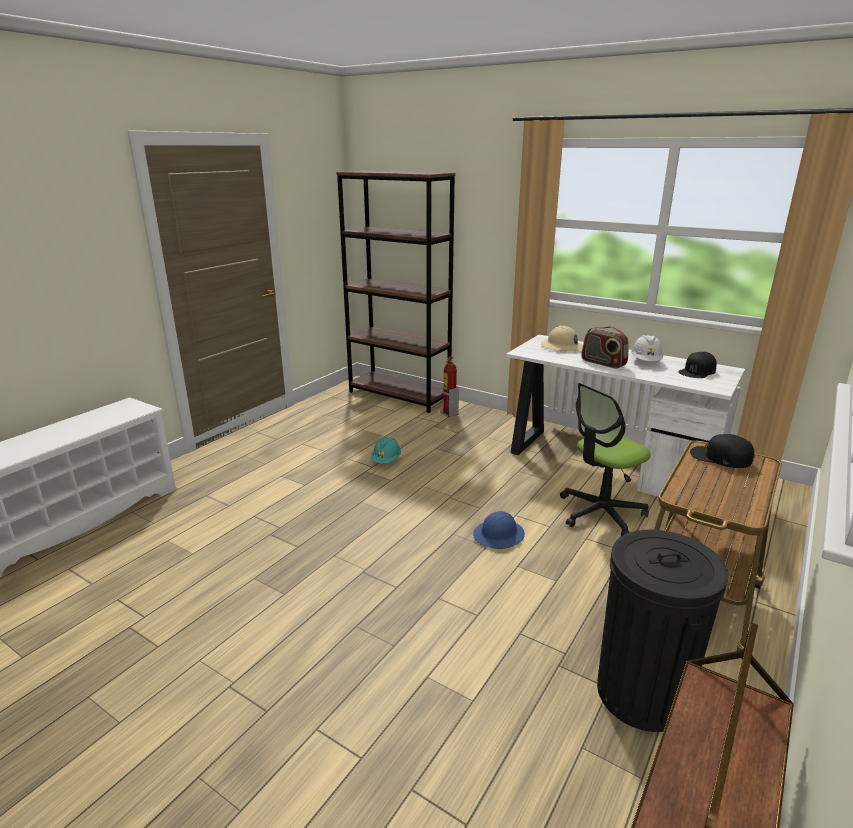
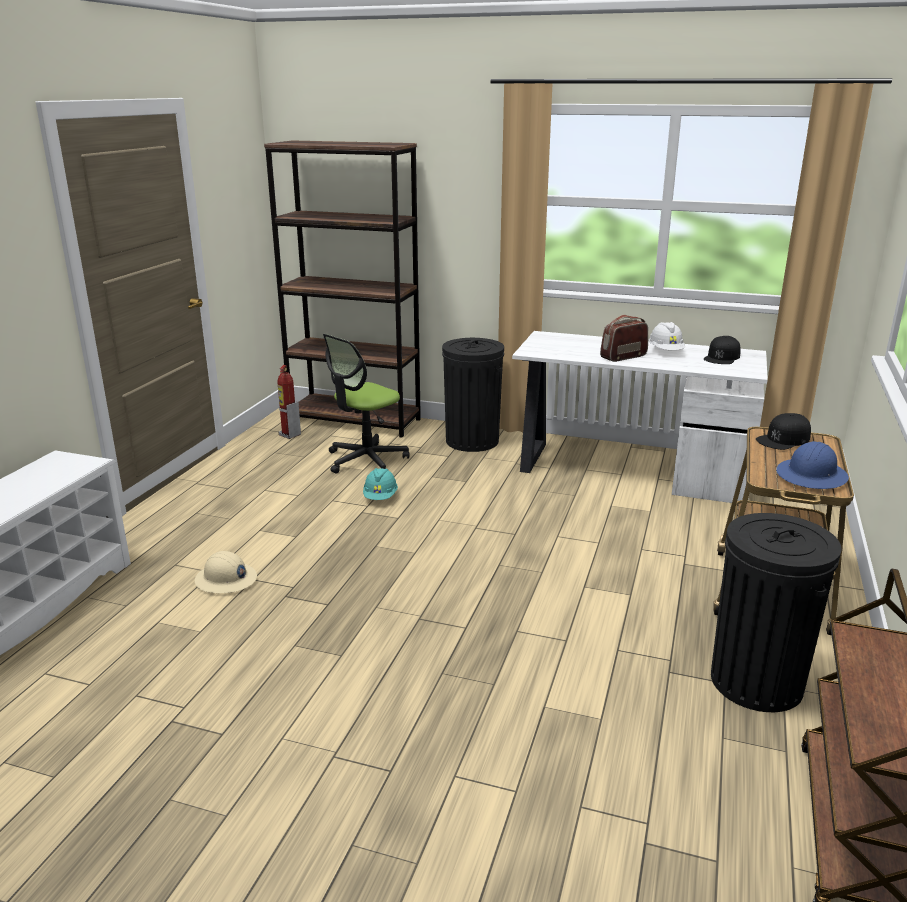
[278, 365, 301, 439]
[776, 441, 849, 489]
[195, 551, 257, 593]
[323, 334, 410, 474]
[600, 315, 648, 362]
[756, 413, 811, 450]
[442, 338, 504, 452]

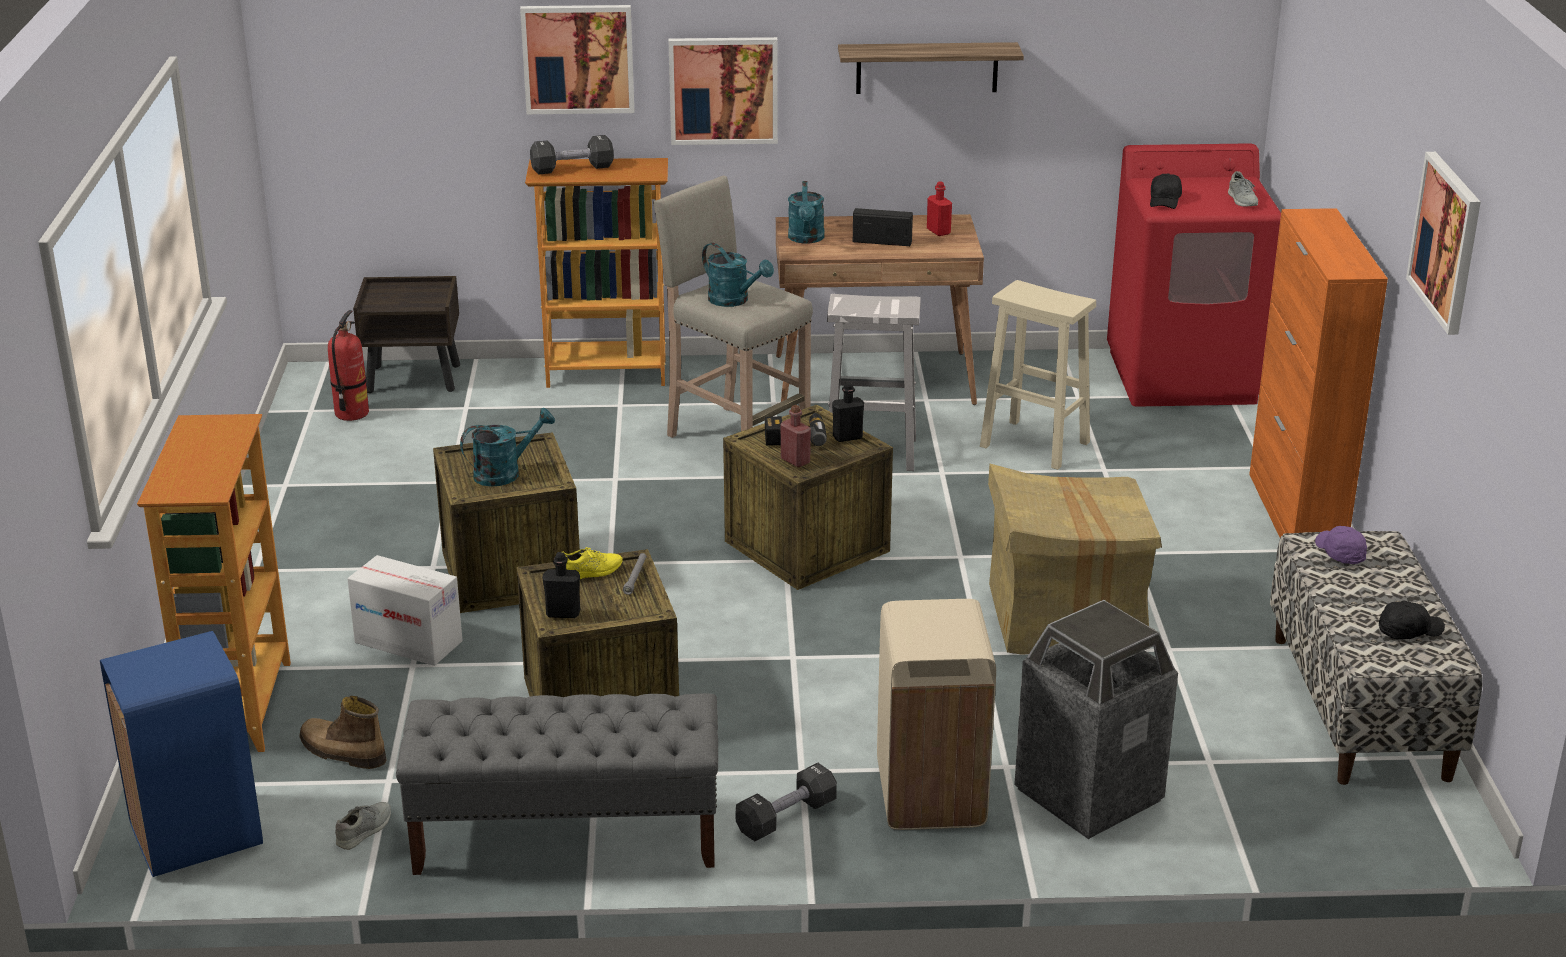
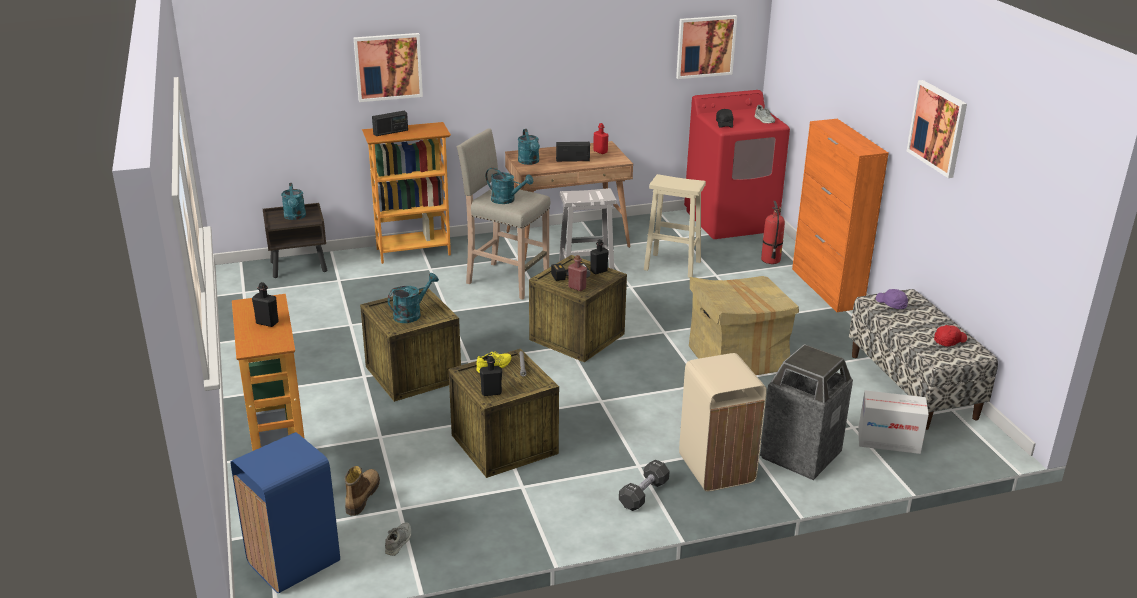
[345, 466, 380, 516]
[761, 201, 785, 264]
[858, 390, 929, 454]
[396, 693, 718, 875] (first image)
[372, 111, 408, 136]
[676, 15, 737, 79]
[838, 42, 1024, 94] (first image)
[934, 325, 967, 346]
[252, 282, 279, 327]
[281, 183, 306, 220]

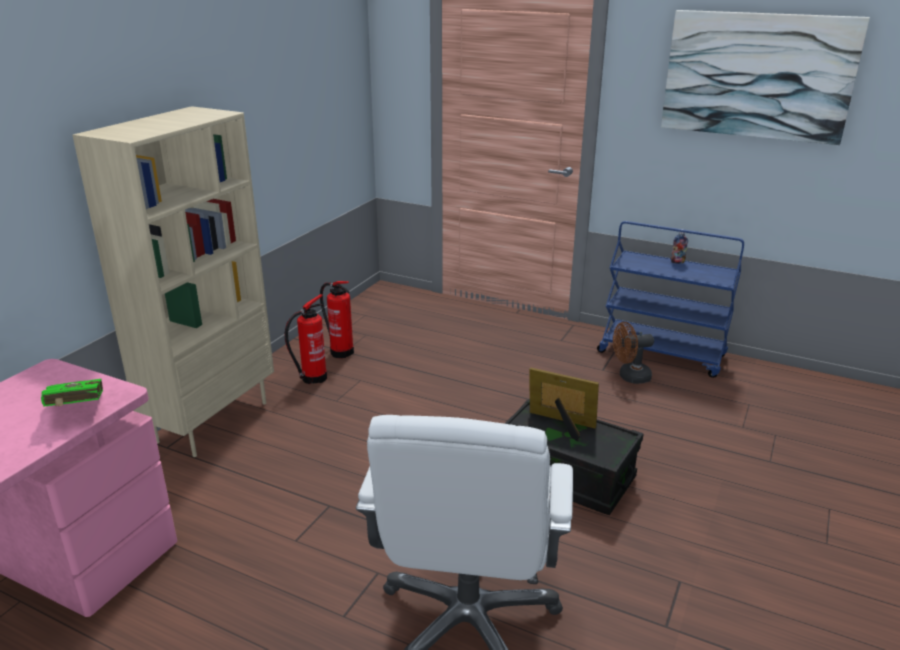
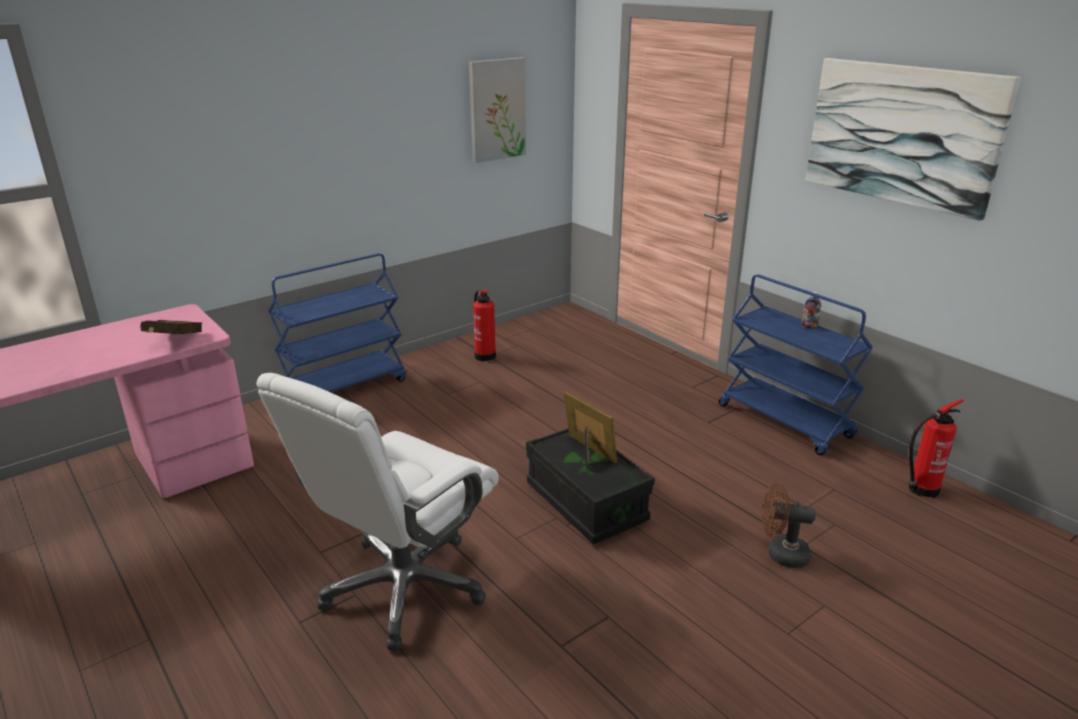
[140, 320, 202, 334]
[268, 253, 406, 392]
[909, 399, 964, 498]
[761, 483, 816, 568]
[469, 57, 526, 163]

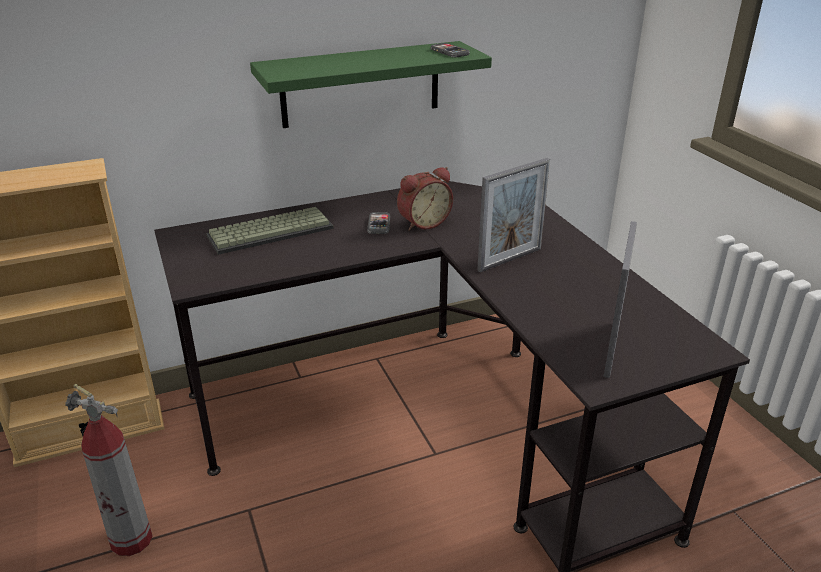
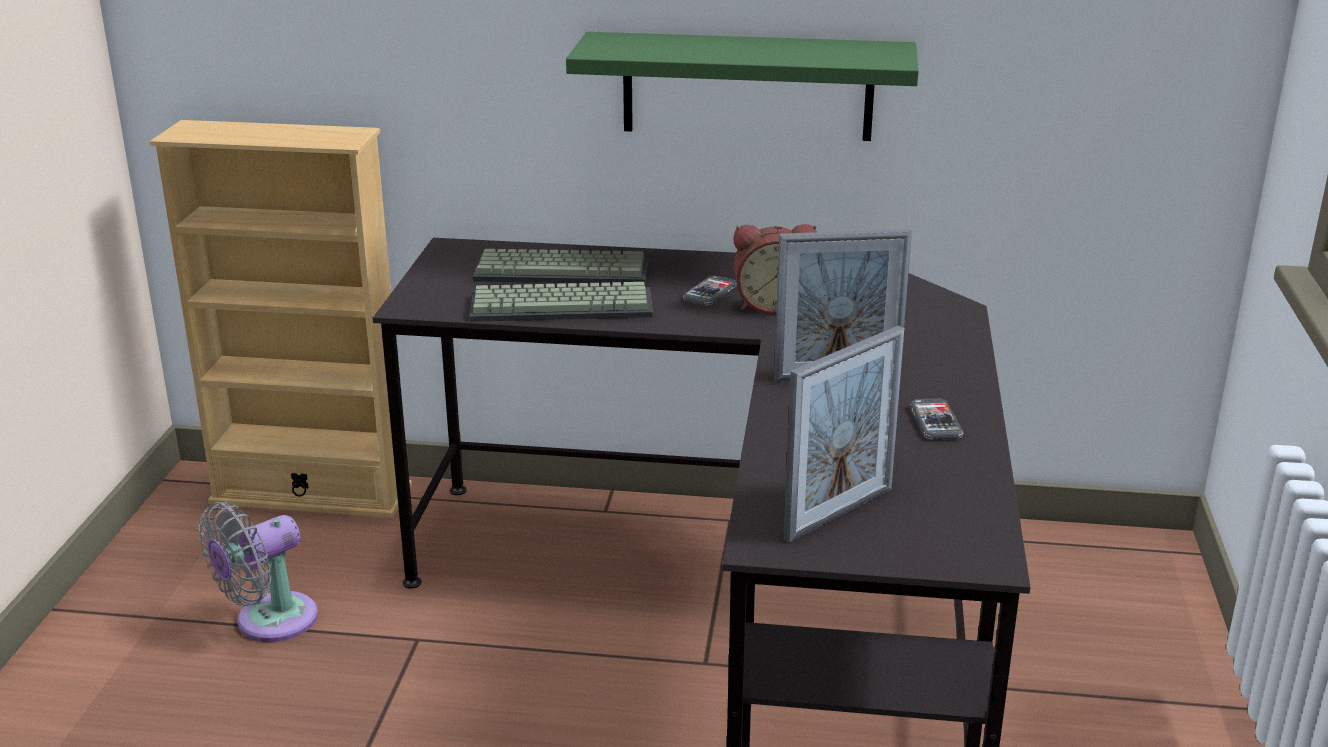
[198, 502, 318, 642]
[910, 398, 964, 440]
[469, 282, 653, 322]

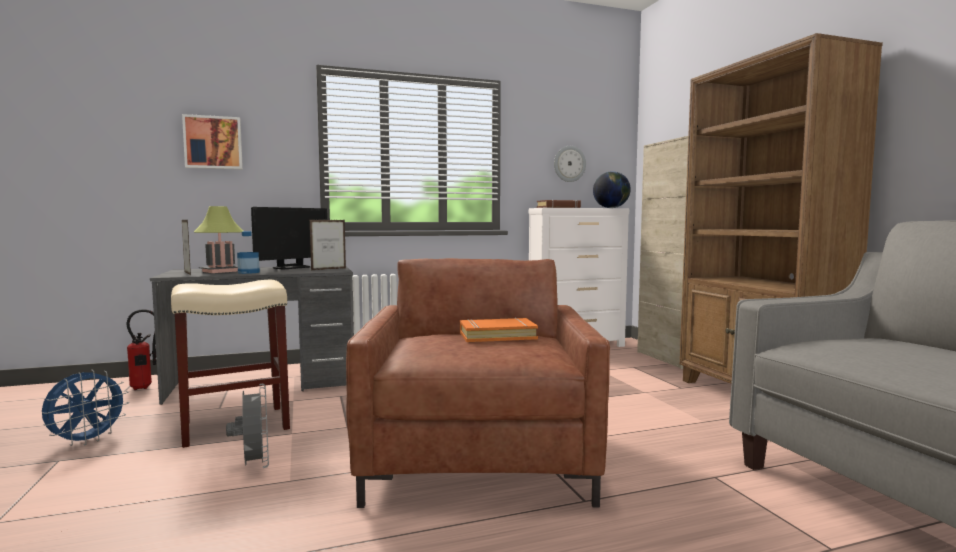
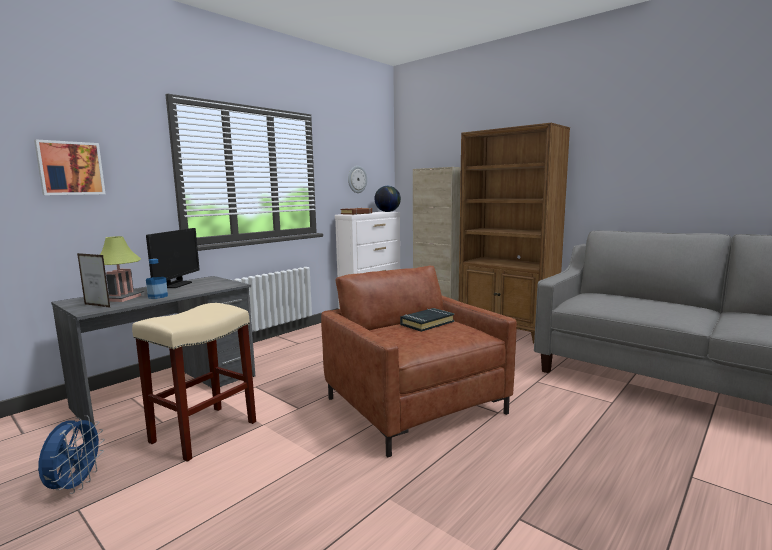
[127, 309, 156, 390] (first image)
[226, 384, 269, 468] (first image)
[310, 220, 346, 270] (first image)
[400, 308, 454, 332]

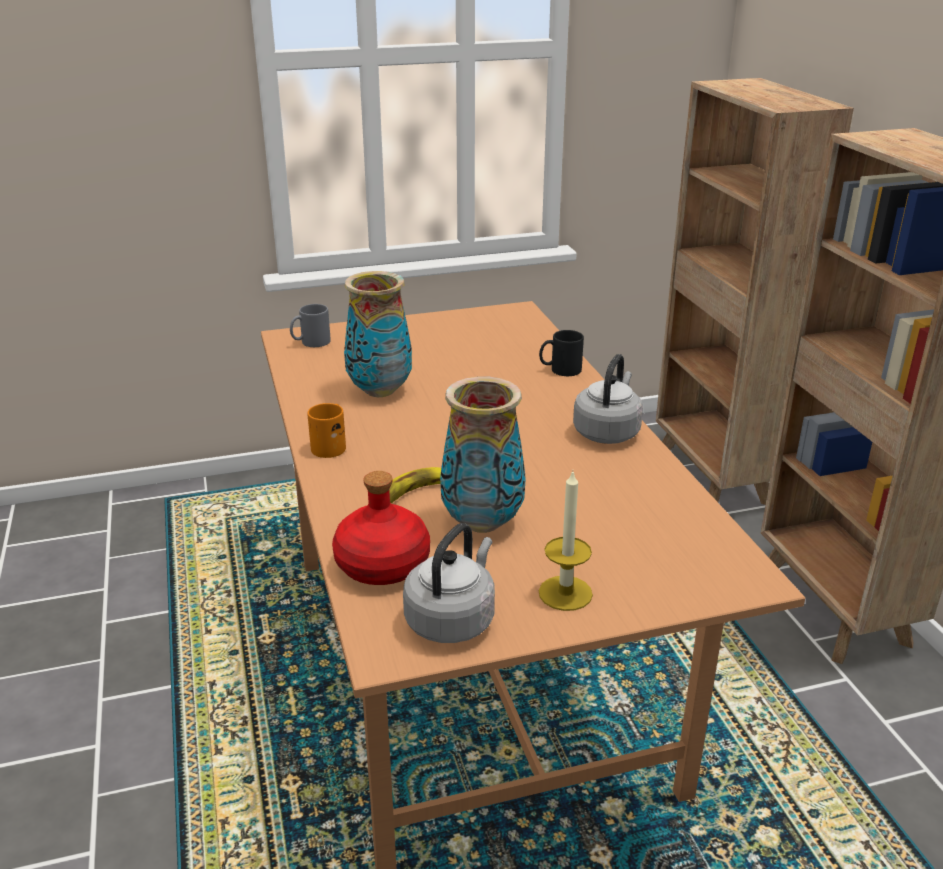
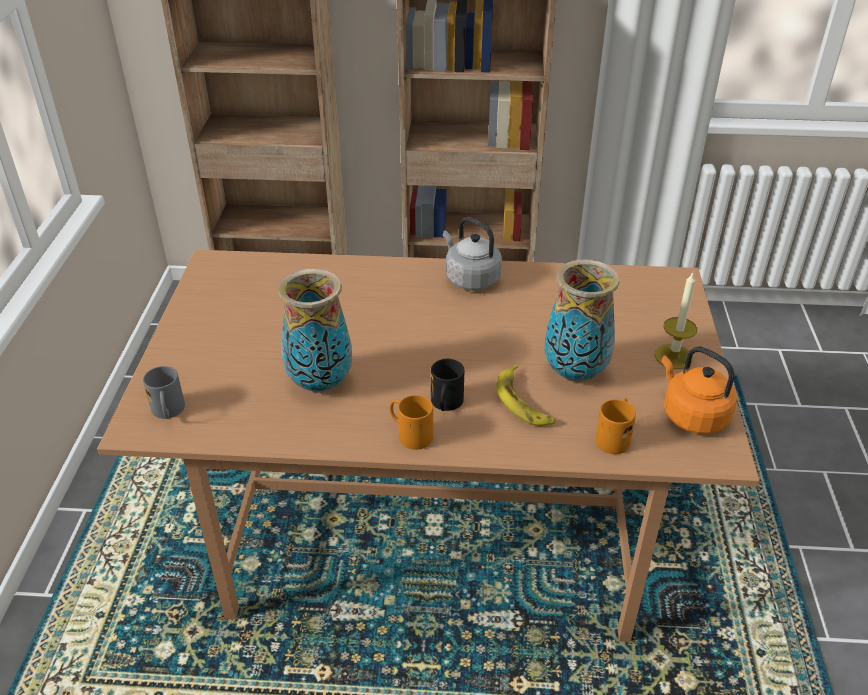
[595, 398, 636, 454]
[661, 347, 737, 434]
[431, 359, 464, 411]

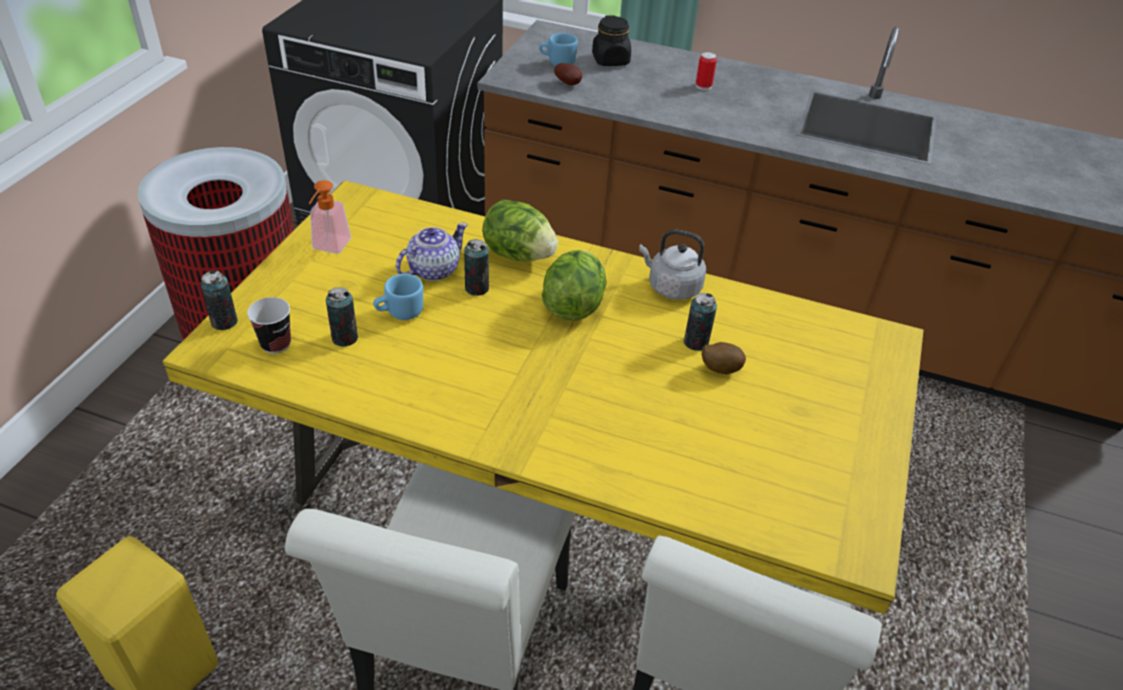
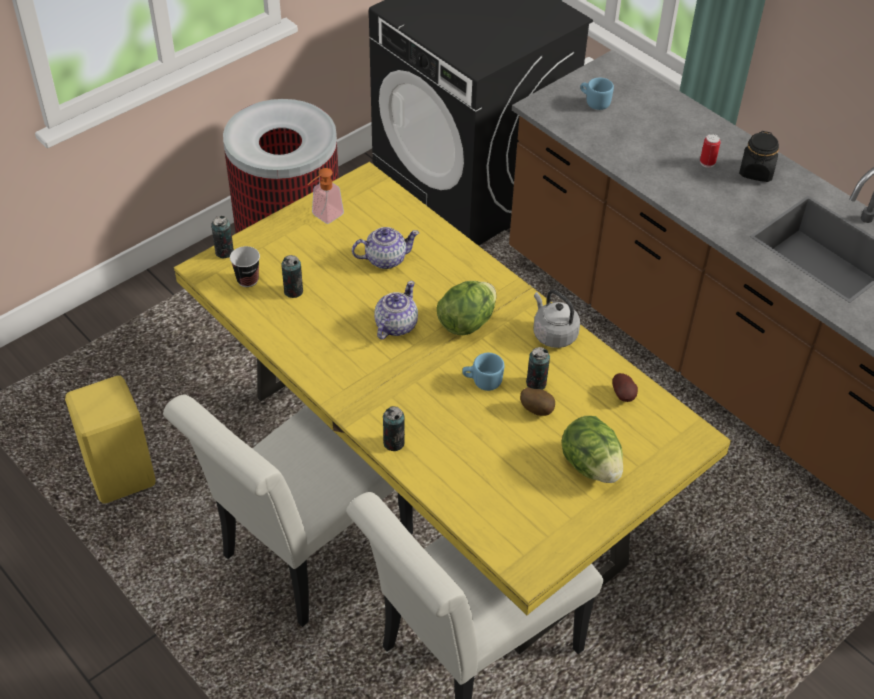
[462, 353, 504, 391]
[383, 406, 405, 451]
[561, 416, 623, 483]
[612, 373, 638, 402]
[739, 131, 779, 182]
[374, 281, 418, 339]

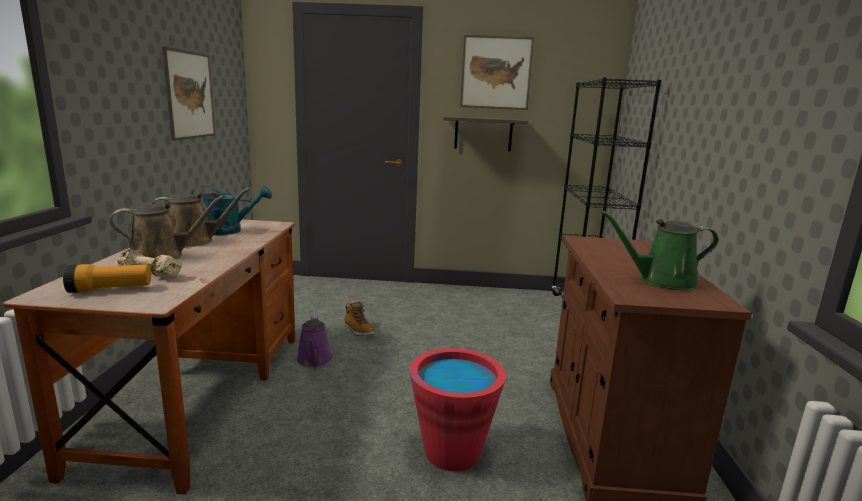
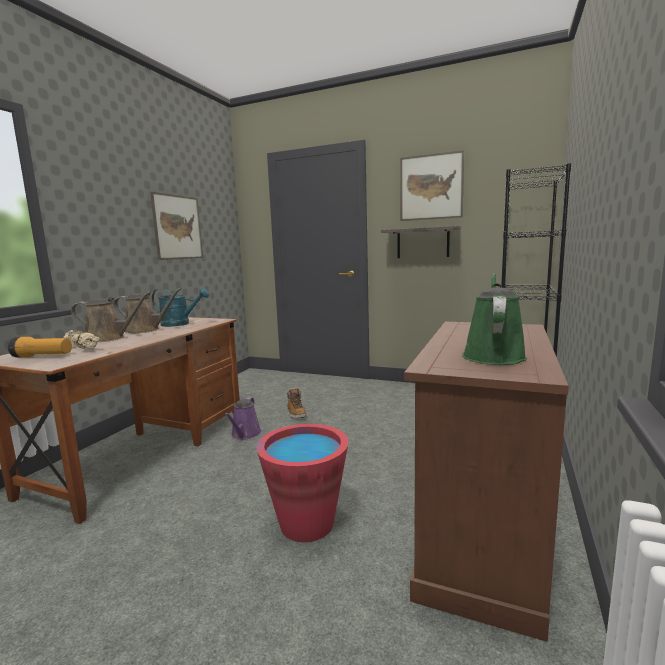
[462, 273, 527, 365]

